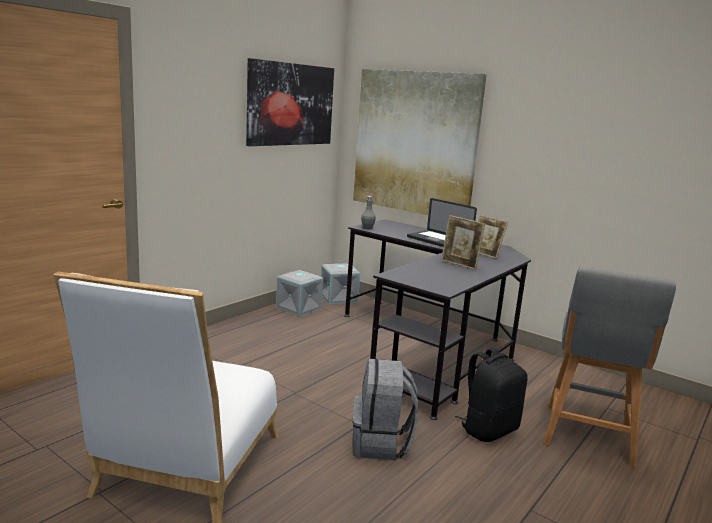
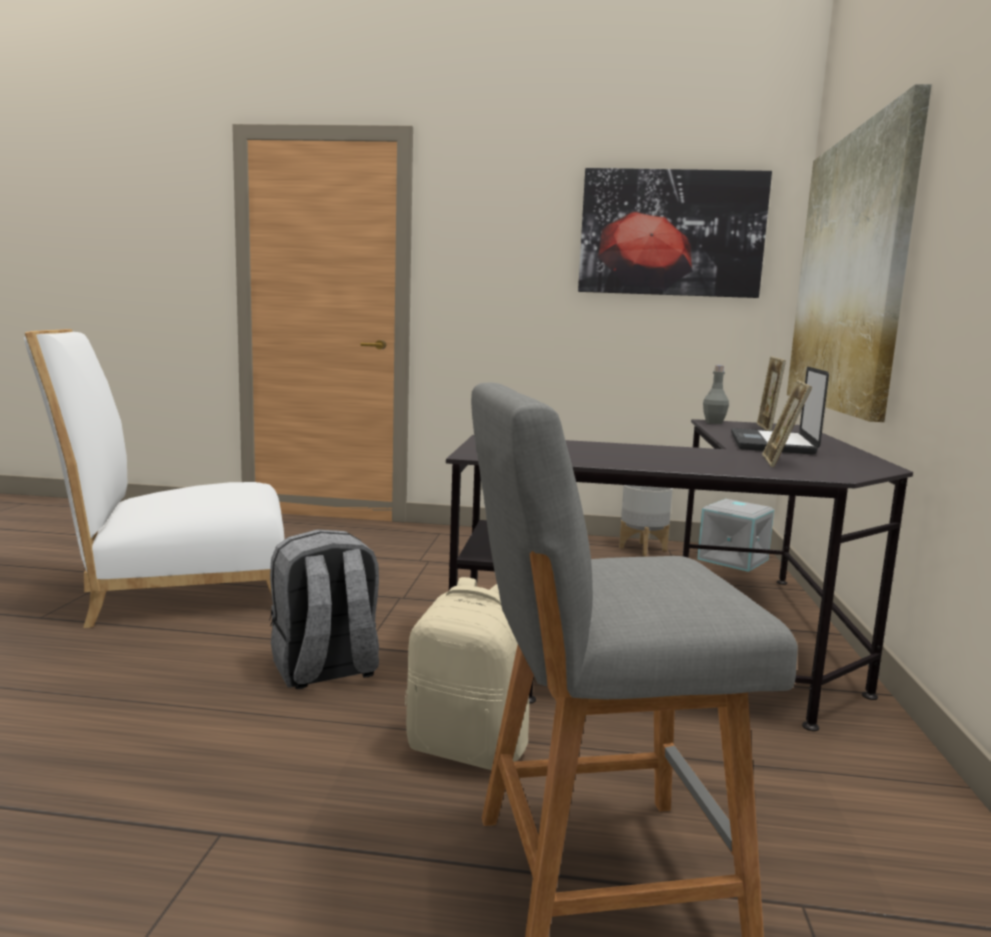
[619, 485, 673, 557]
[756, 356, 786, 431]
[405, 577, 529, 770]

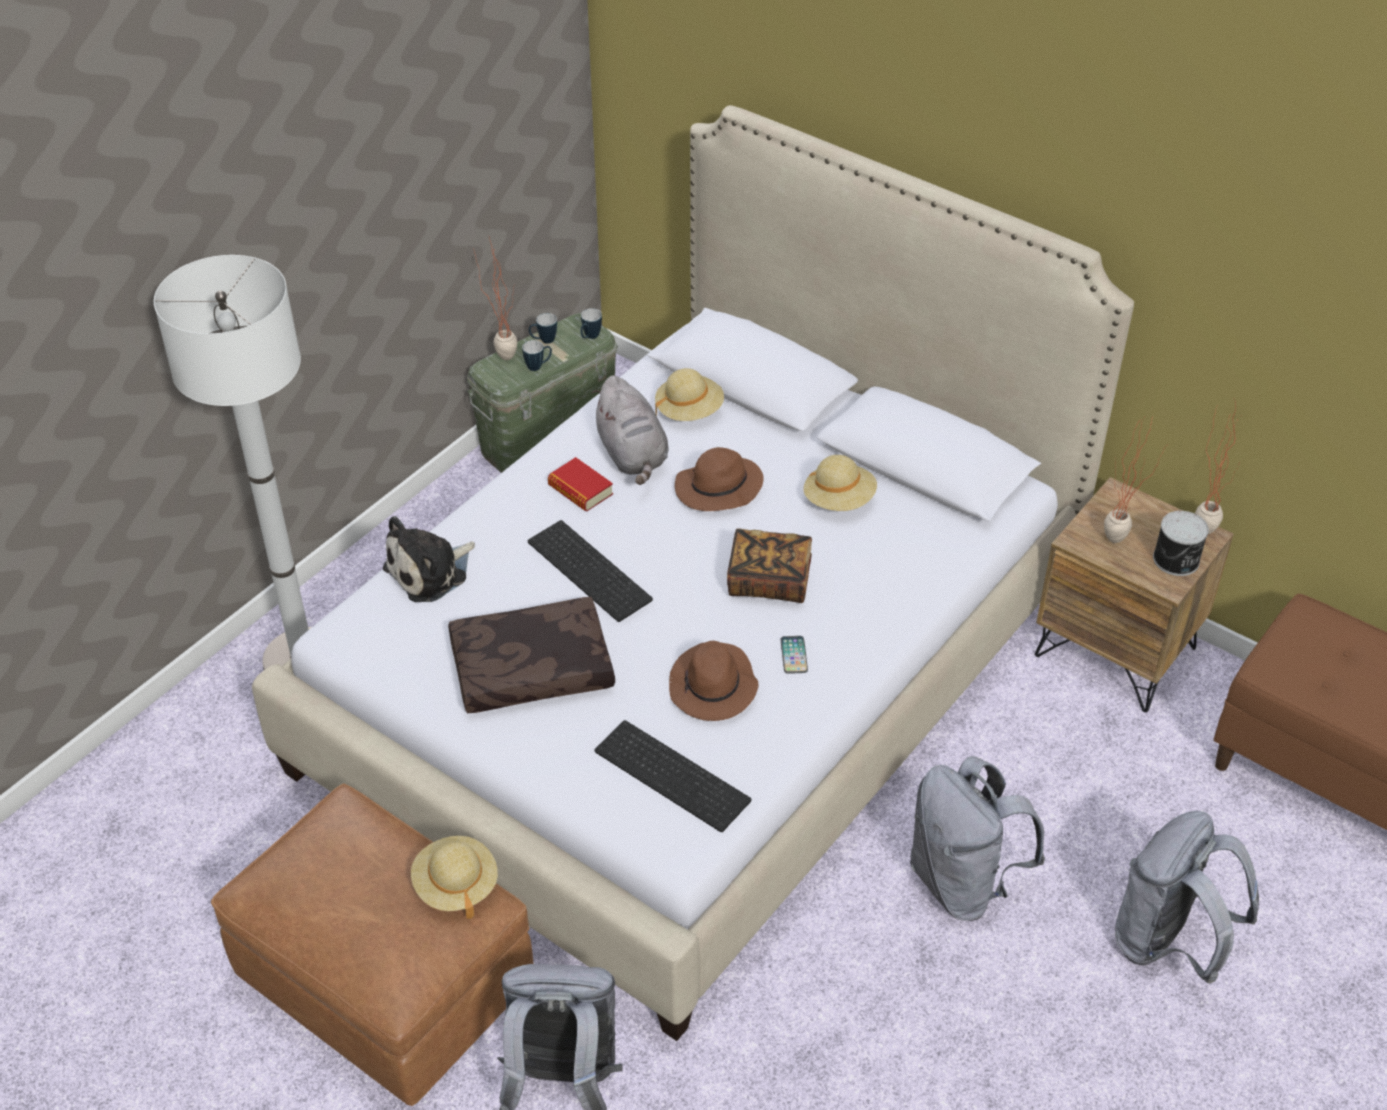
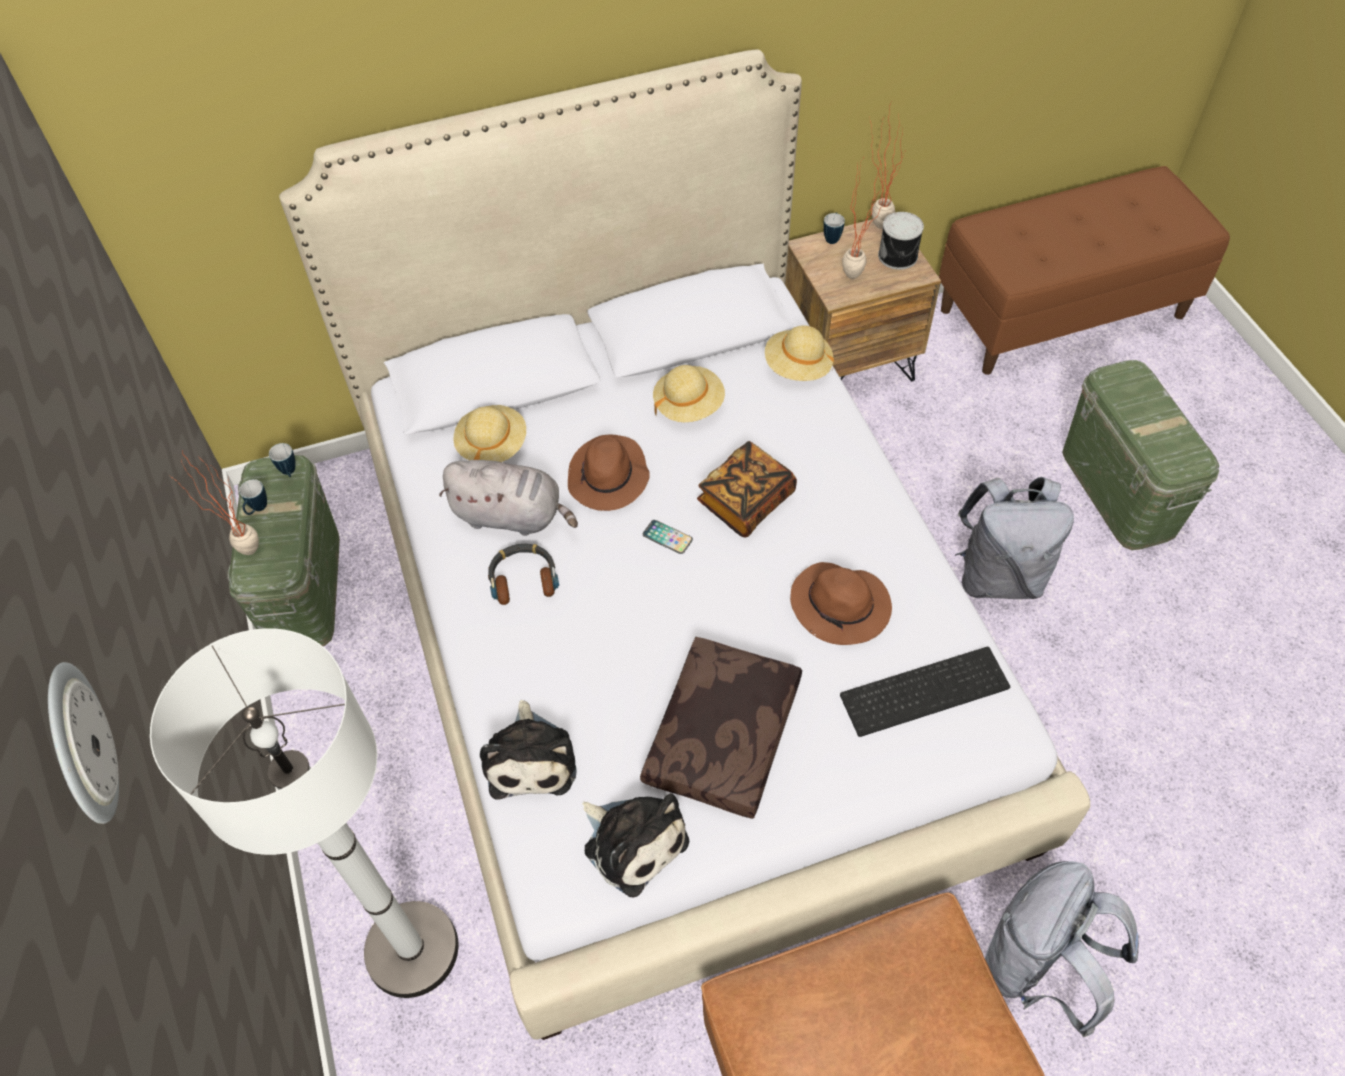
[765, 325, 834, 381]
[823, 212, 845, 244]
[528, 520, 653, 622] (first image)
[488, 544, 559, 605]
[643, 520, 693, 554]
[1062, 360, 1219, 550]
[48, 662, 119, 824]
[582, 793, 689, 898]

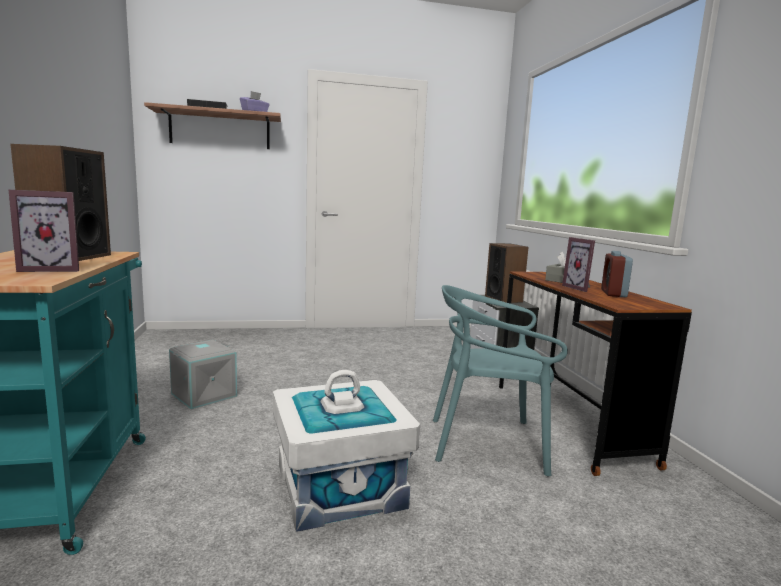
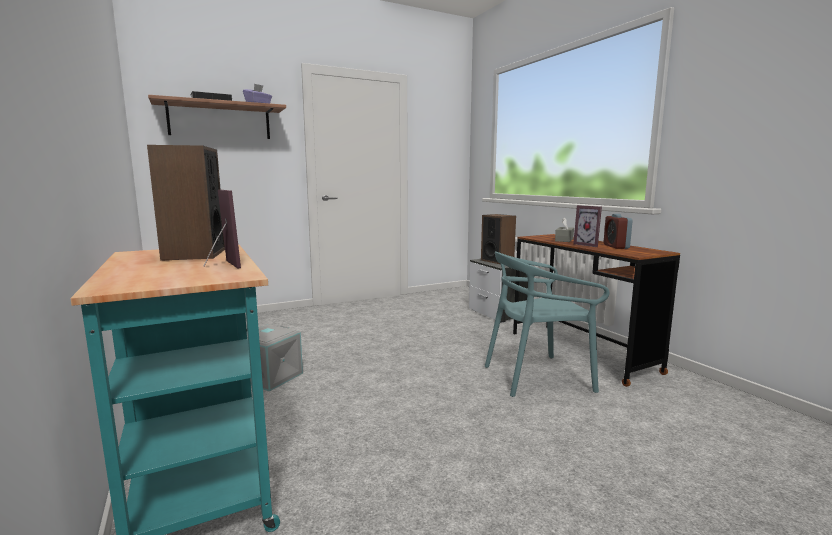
[203, 190, 241, 269]
[273, 370, 420, 532] (first image)

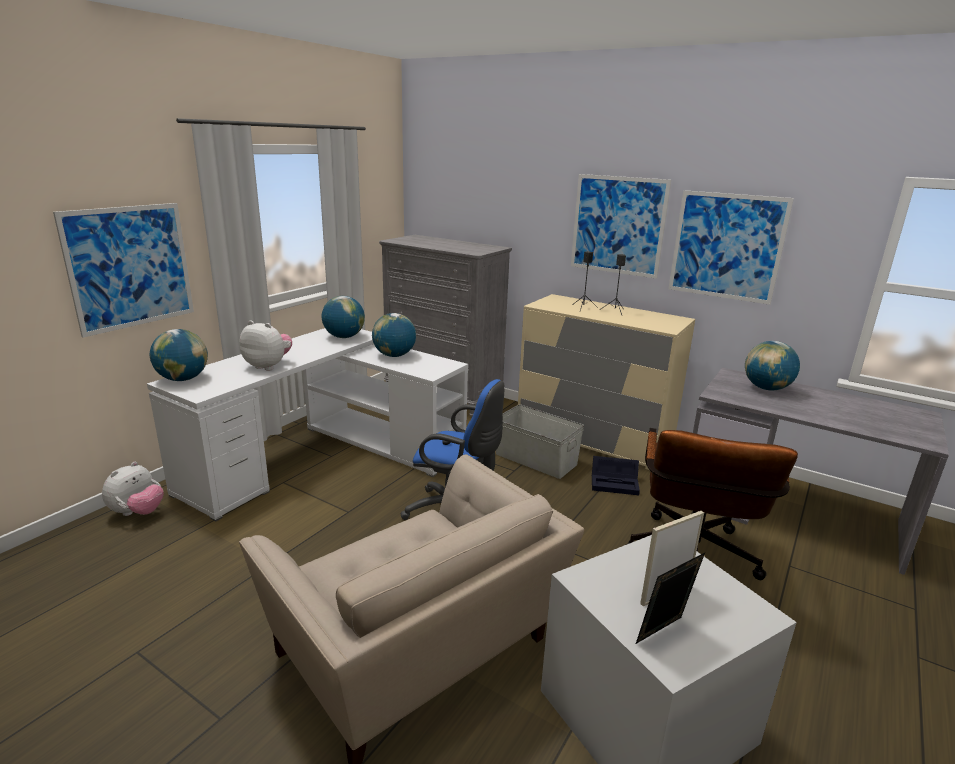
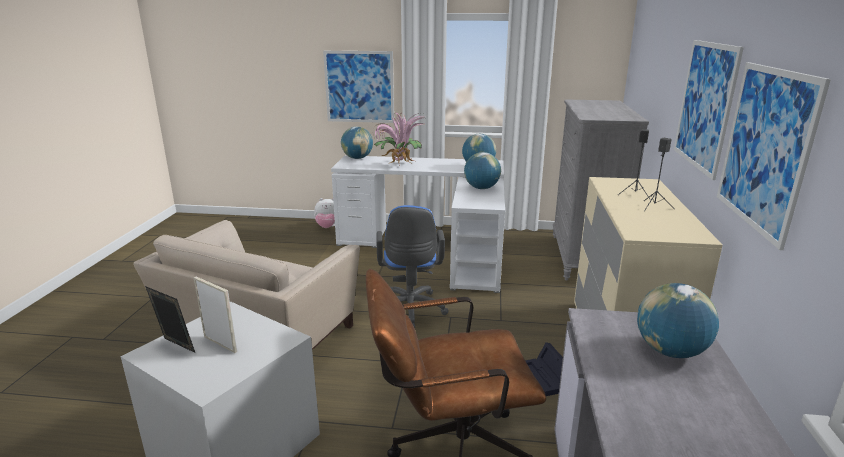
[373, 112, 425, 166]
[496, 404, 584, 479] (first image)

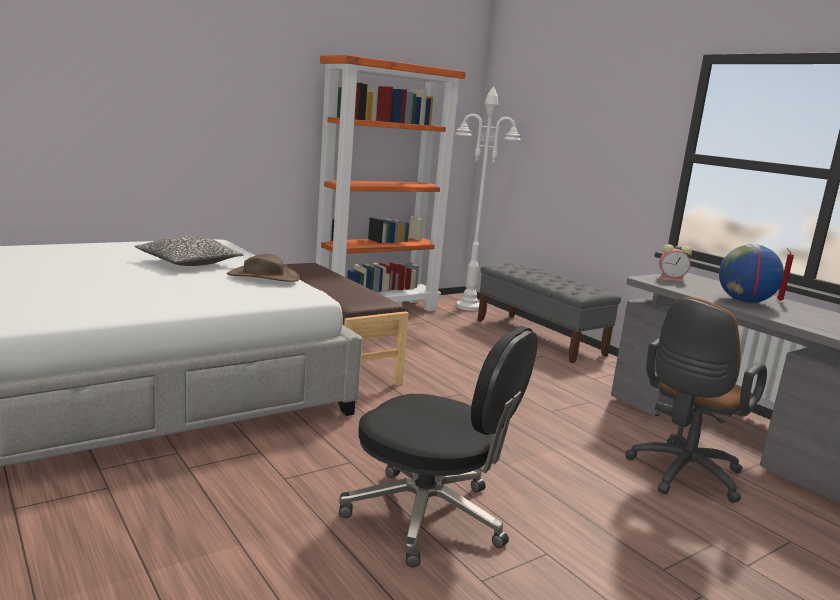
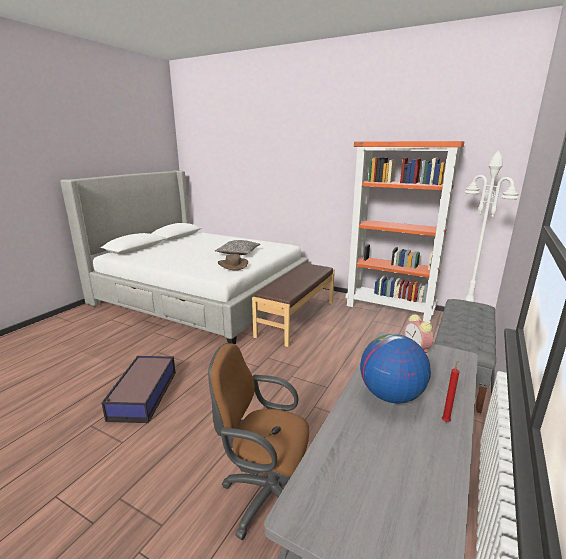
[102, 356, 176, 423]

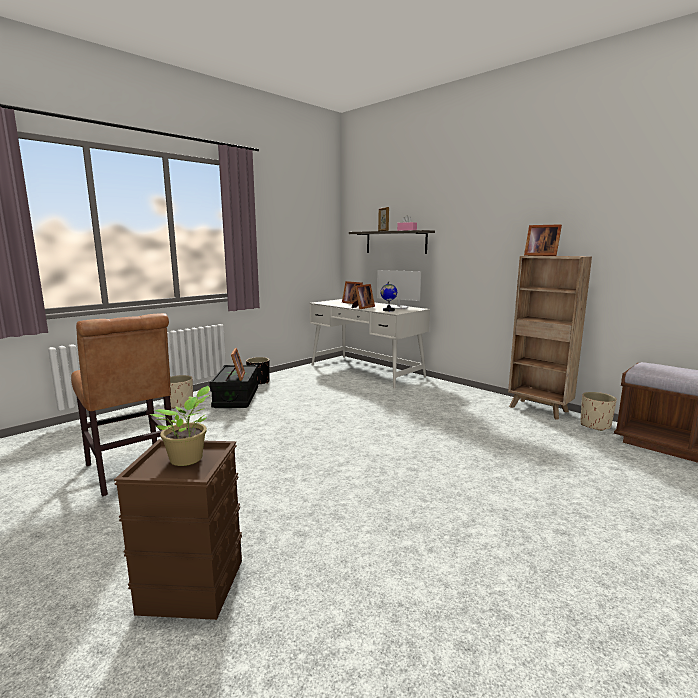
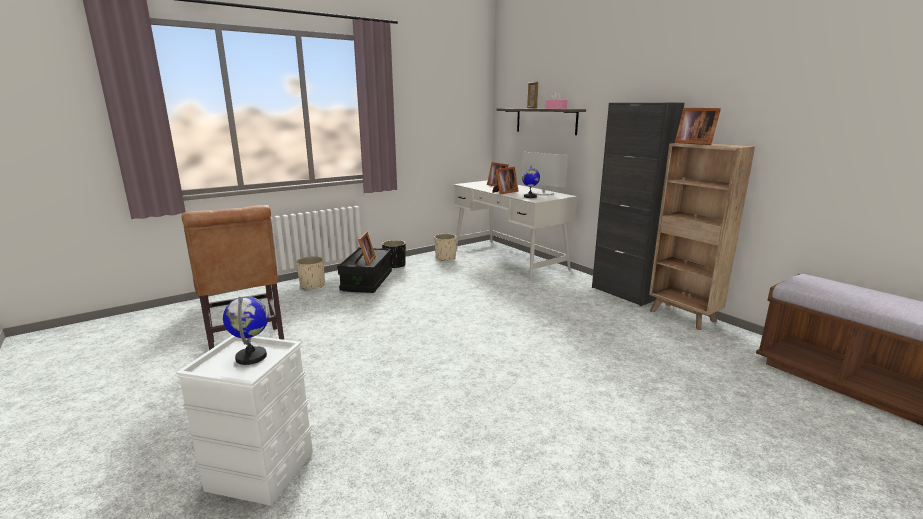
[176, 335, 313, 506]
[223, 296, 269, 365]
[434, 234, 457, 261]
[592, 103, 684, 306]

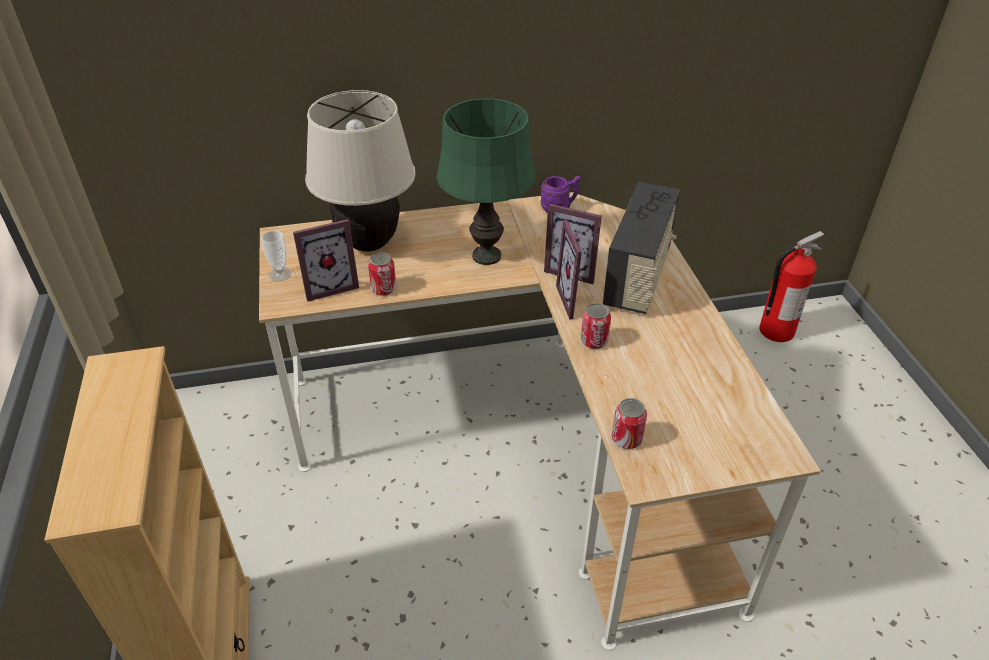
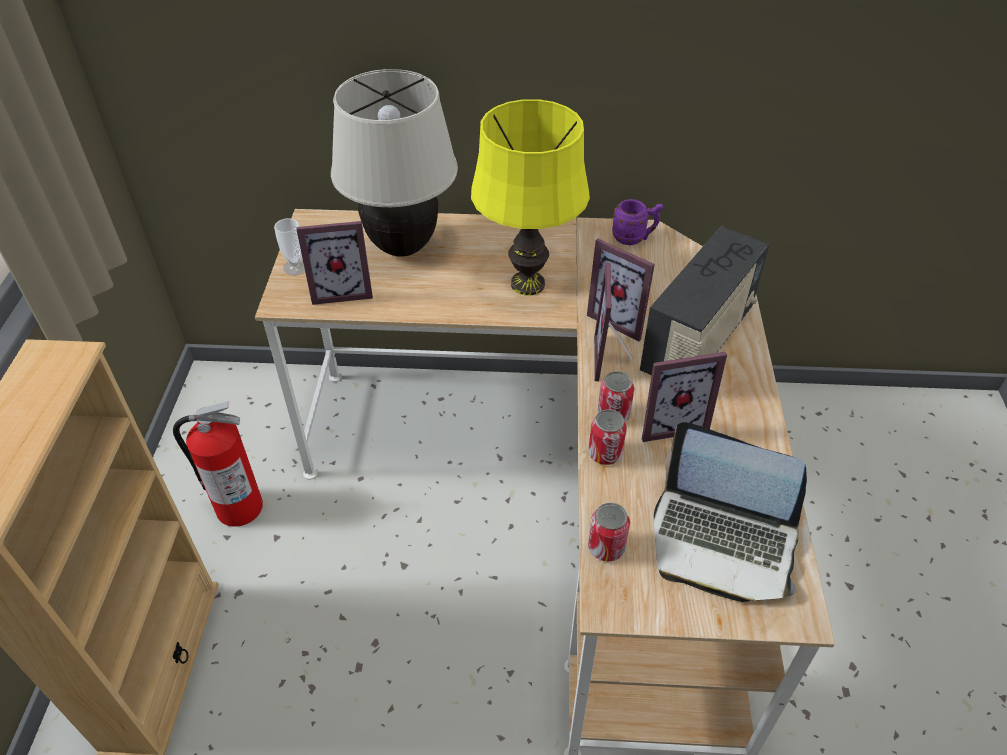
[588, 410, 627, 465]
[471, 99, 590, 296]
[173, 401, 263, 527]
[642, 352, 727, 442]
[654, 422, 807, 602]

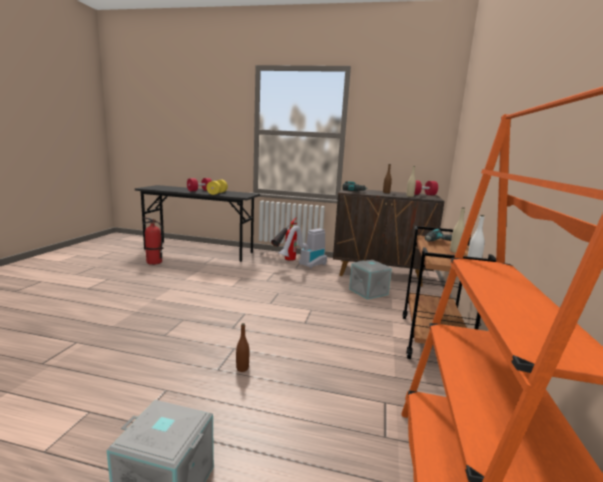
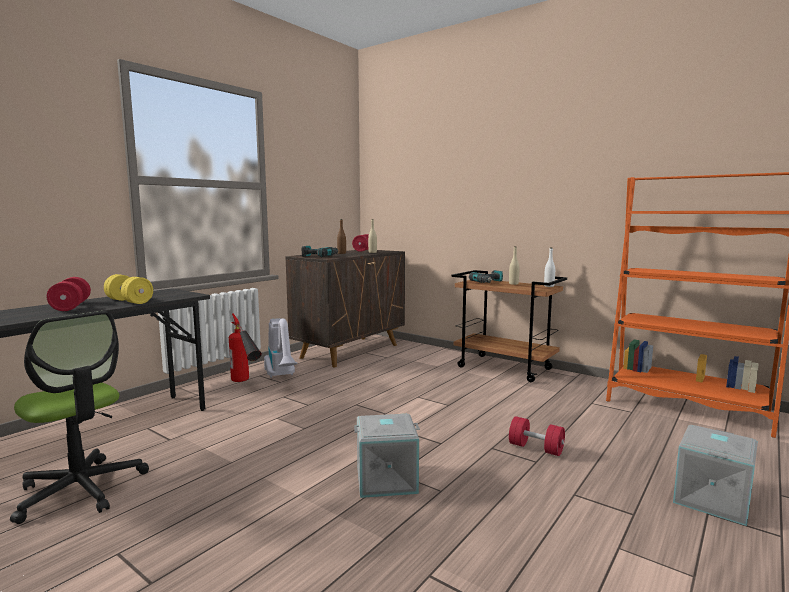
[10, 311, 149, 524]
[509, 416, 565, 456]
[354, 414, 420, 498]

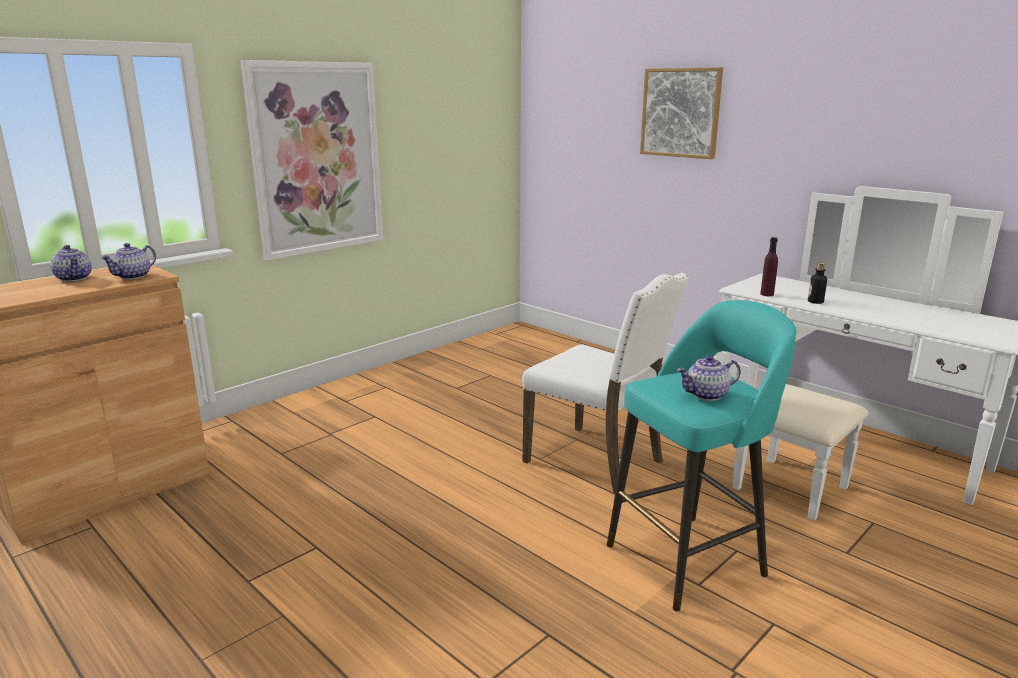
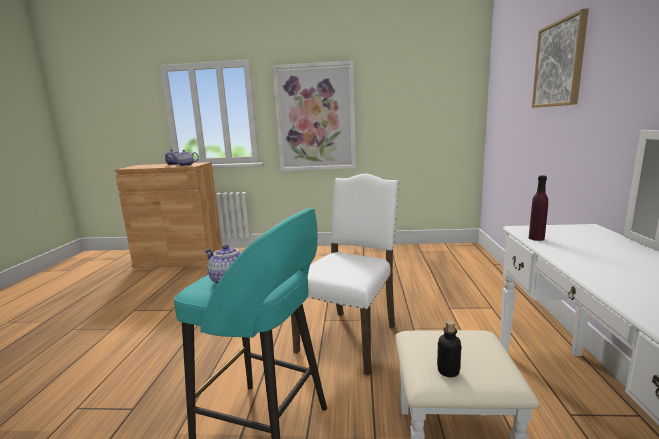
[291, 174, 399, 376]
[437, 320, 462, 377]

